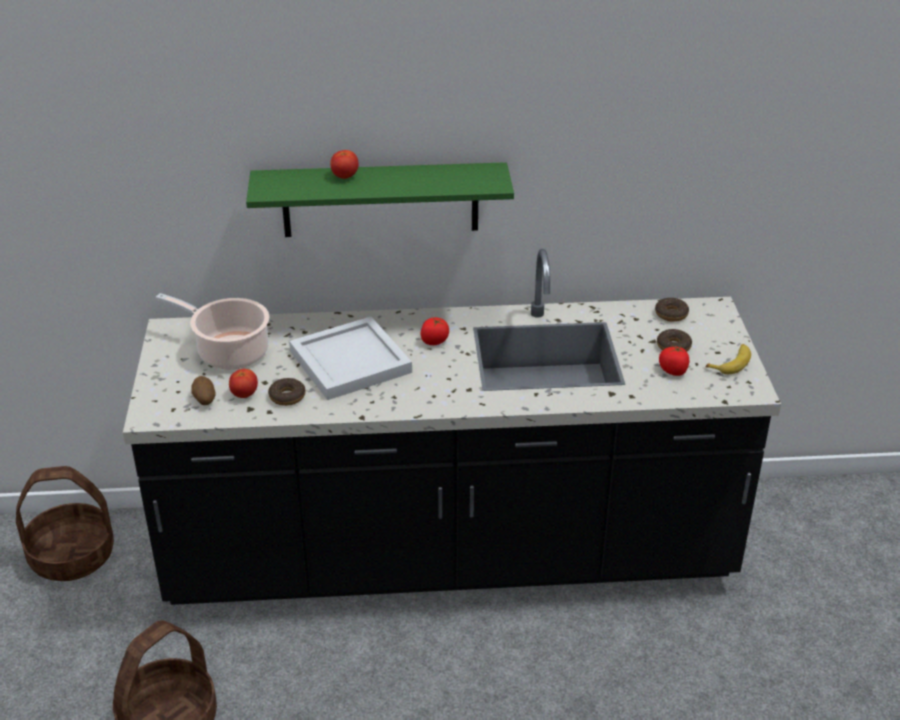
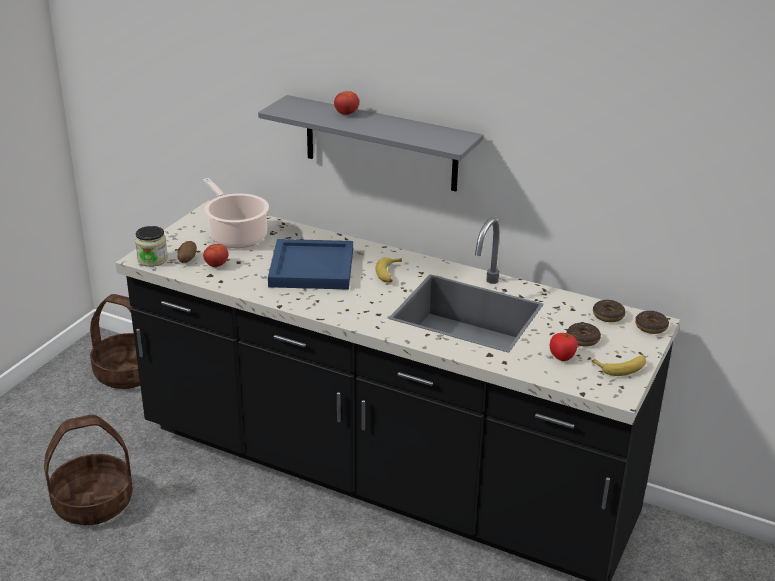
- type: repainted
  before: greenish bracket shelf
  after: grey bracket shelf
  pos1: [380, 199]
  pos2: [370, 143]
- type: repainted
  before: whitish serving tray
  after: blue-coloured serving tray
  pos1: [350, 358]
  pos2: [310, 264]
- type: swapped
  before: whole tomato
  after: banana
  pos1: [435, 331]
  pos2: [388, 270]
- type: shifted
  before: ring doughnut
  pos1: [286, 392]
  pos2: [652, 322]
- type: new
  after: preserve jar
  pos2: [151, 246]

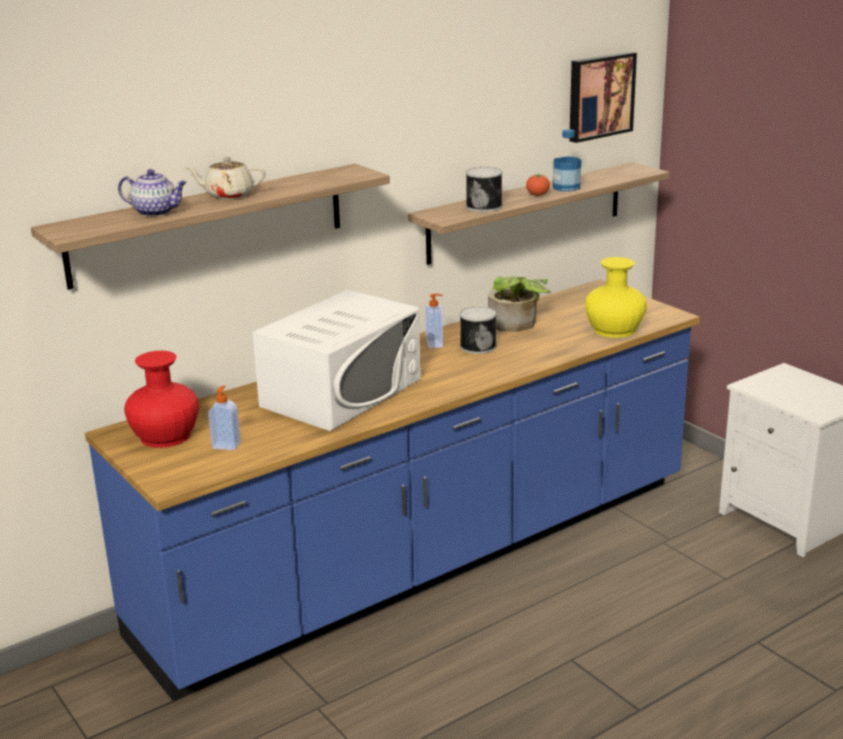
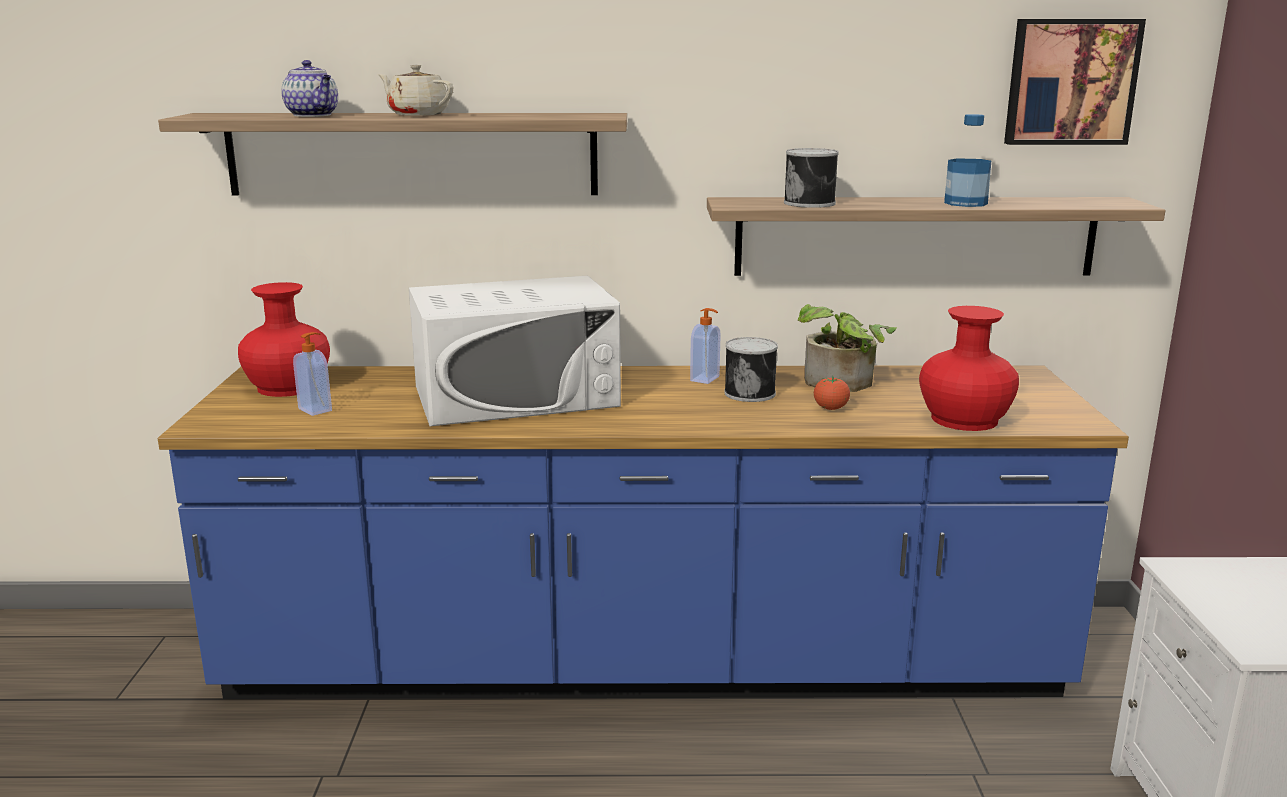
- type: shifted
  before: whole tomato
  pos1: [538, 184]
  pos2: [832, 393]
- type: repainted
  before: yellow-coloured flower vase
  after: reddish flower vase
  pos1: [616, 297]
  pos2: [969, 368]

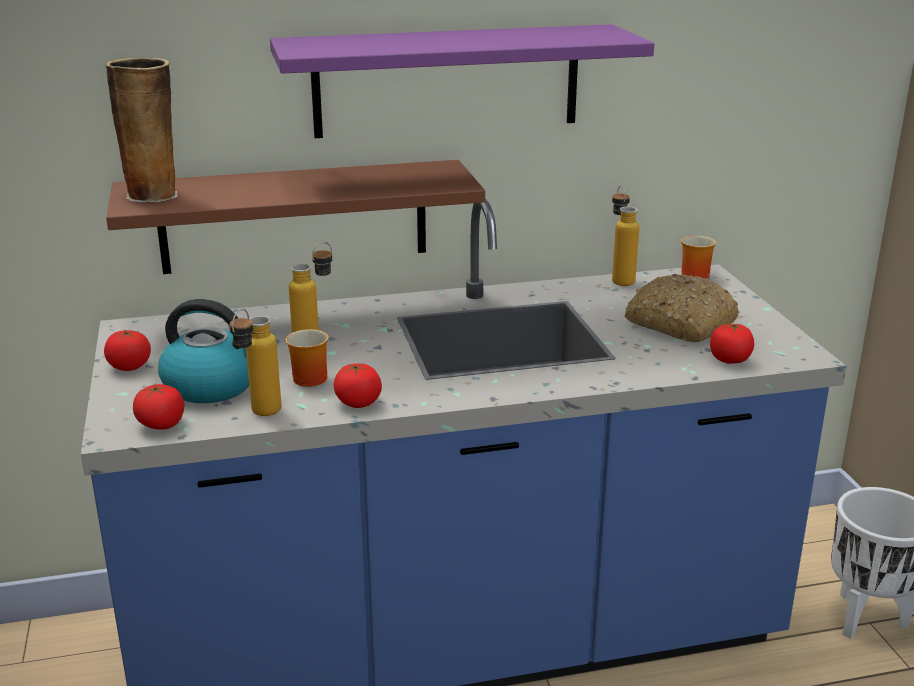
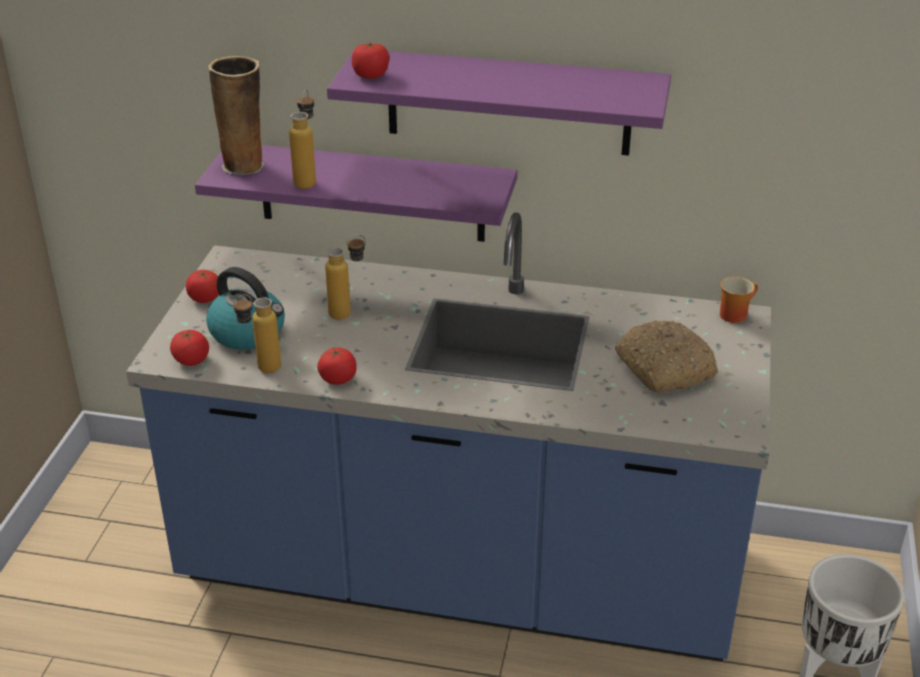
- type: repainted
  before: brownish bracket shelf
  after: purple bracket shelf
  pos1: [295, 217]
  pos2: [356, 193]
- type: shifted
  before: drink bottle
  pos1: [625, 235]
  pos2: [302, 139]
- type: shifted
  before: whole tomato
  pos1: [732, 343]
  pos2: [370, 60]
- type: gone
  before: tea mug
  pos1: [307, 358]

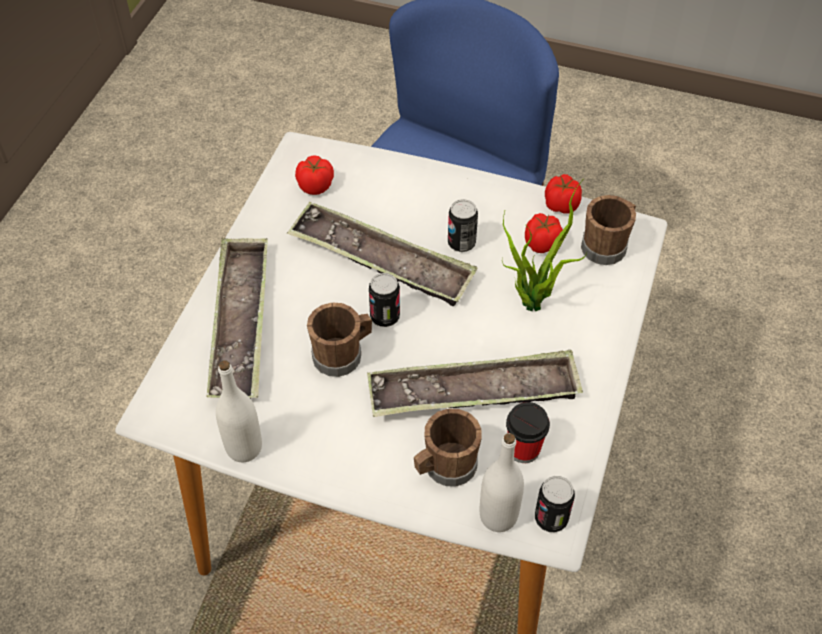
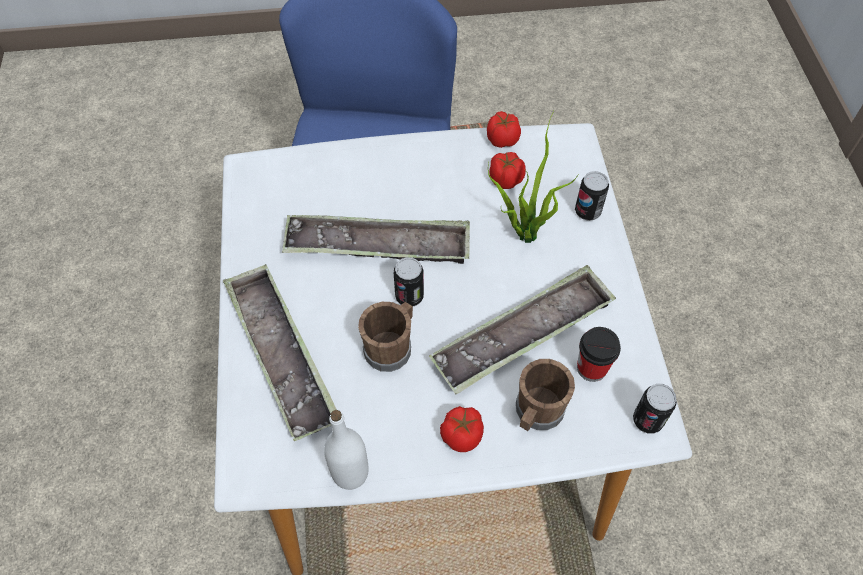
- type: shifted
  before: whole tomato
  pos1: [314, 175]
  pos2: [462, 429]
- type: gone
  before: brownish tea mug
  pos1: [608, 230]
- type: shifted
  before: metal can
  pos1: [463, 225]
  pos2: [592, 196]
- type: gone
  before: whitish drink bottle
  pos1: [502, 482]

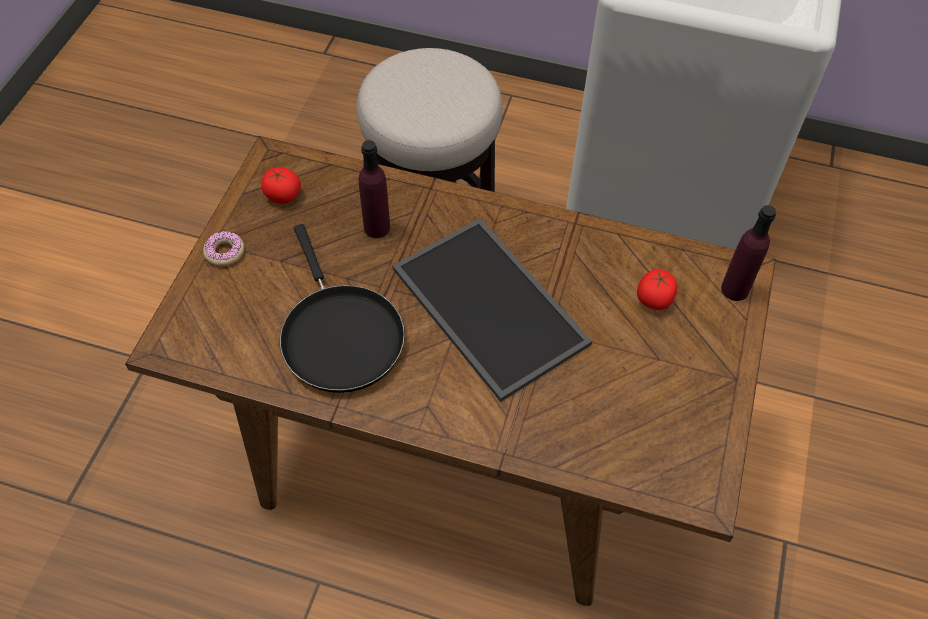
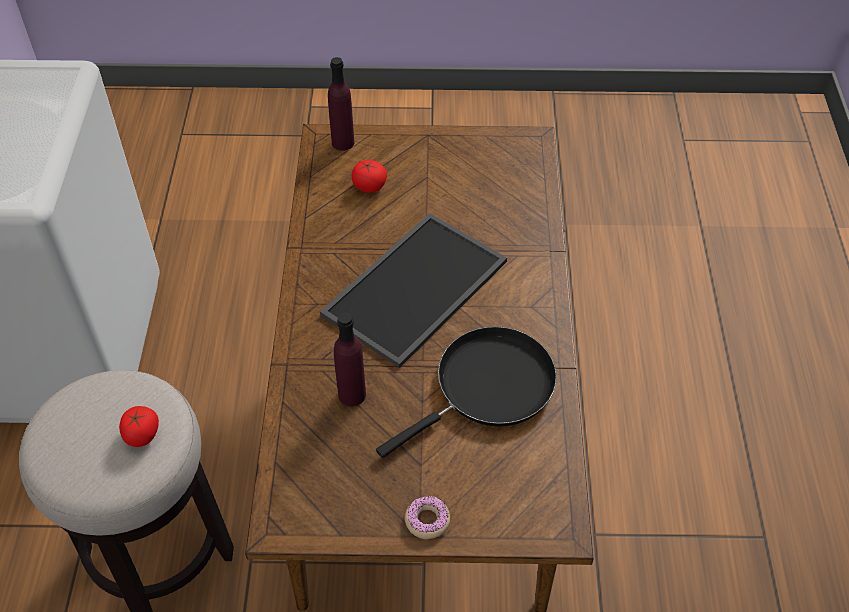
- type: shifted
  before: whole tomato
  pos1: [281, 185]
  pos2: [139, 426]

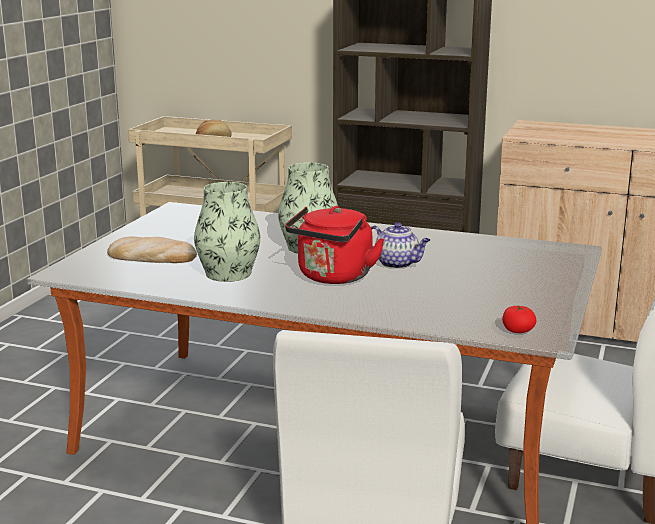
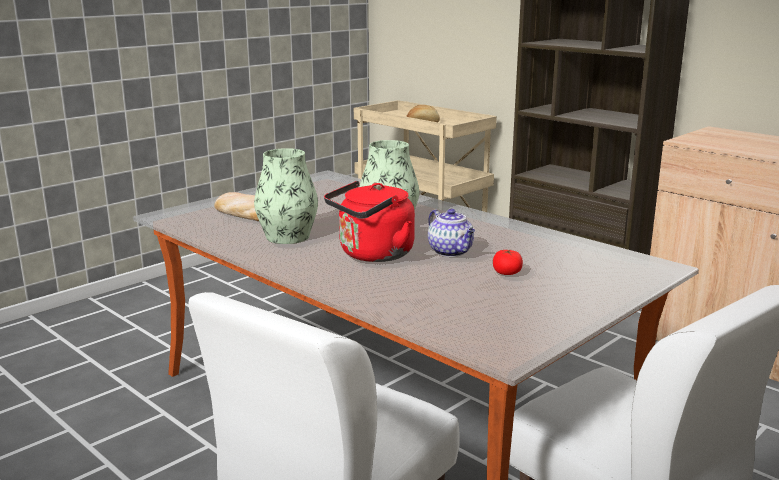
- type: shifted
  before: whole tomato
  pos1: [519, 319]
  pos2: [508, 262]

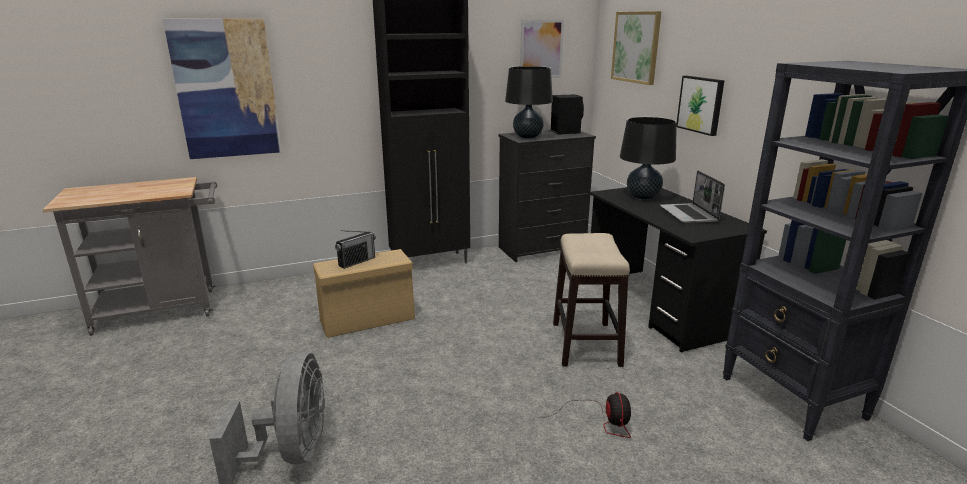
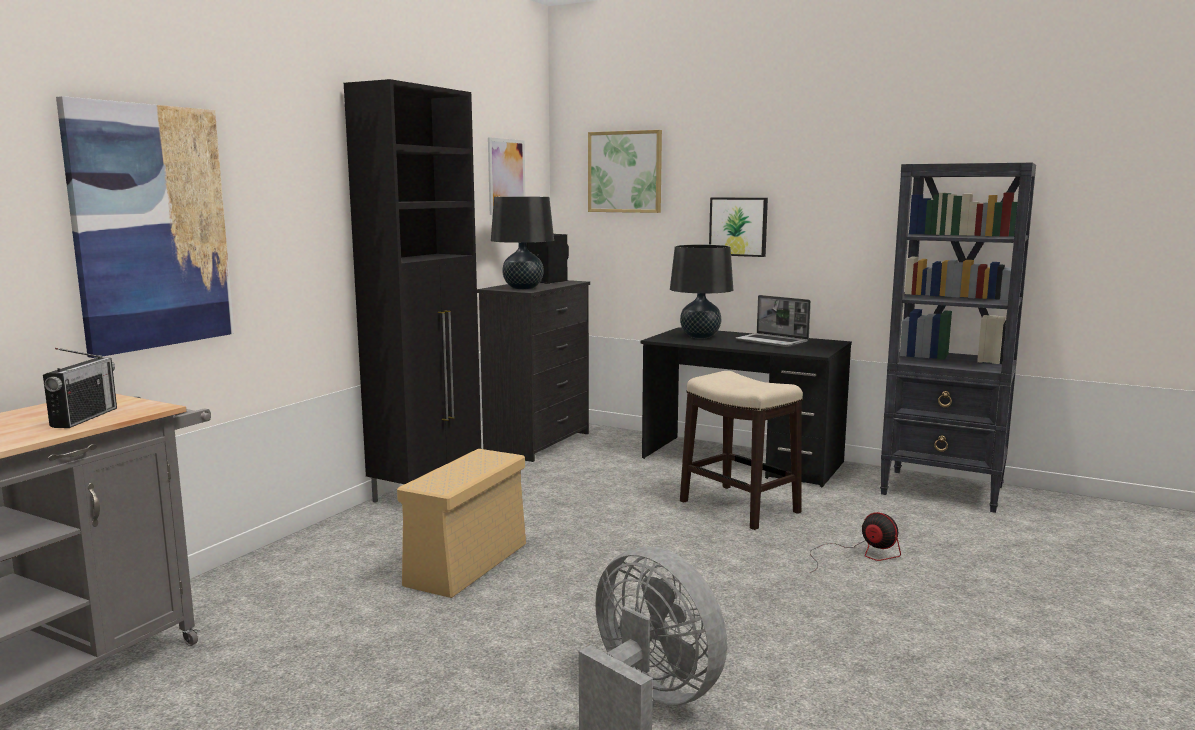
- type: shifted
  before: radio set
  pos1: [355, 249]
  pos2: [80, 388]

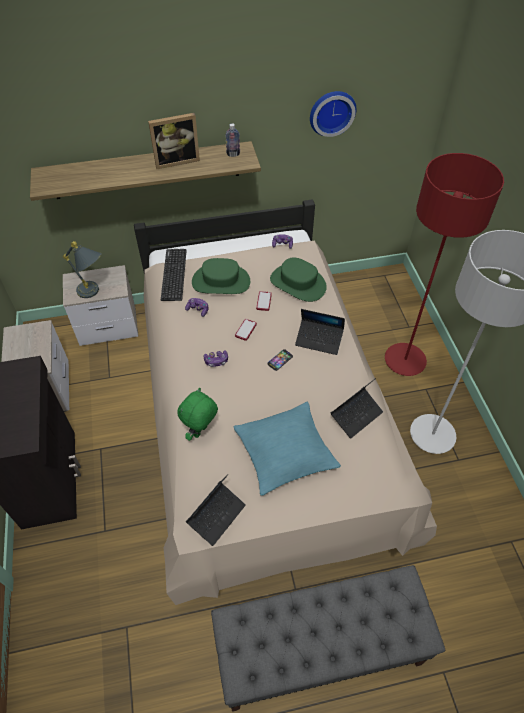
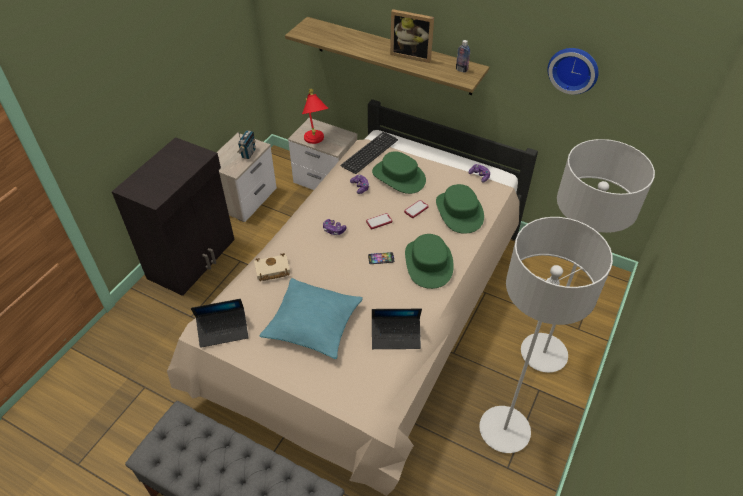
- type: repainted
  before: reddish floor lamp
  after: grey floor lamp
  pos1: [444, 264]
  pos2: [588, 256]
- type: repainted
  before: grey lamp for a table
  after: reddish lamp for a table
  pos1: [82, 269]
  pos2: [315, 116]
- type: swapped
  before: portable computer
  after: greenish clothing hat
  pos1: [320, 332]
  pos2: [429, 261]
- type: swapped
  before: greenish plush toy
  after: beige-coloured bound book
  pos1: [198, 414]
  pos2: [272, 267]
- type: new
  after: radio set
  pos2: [247, 144]

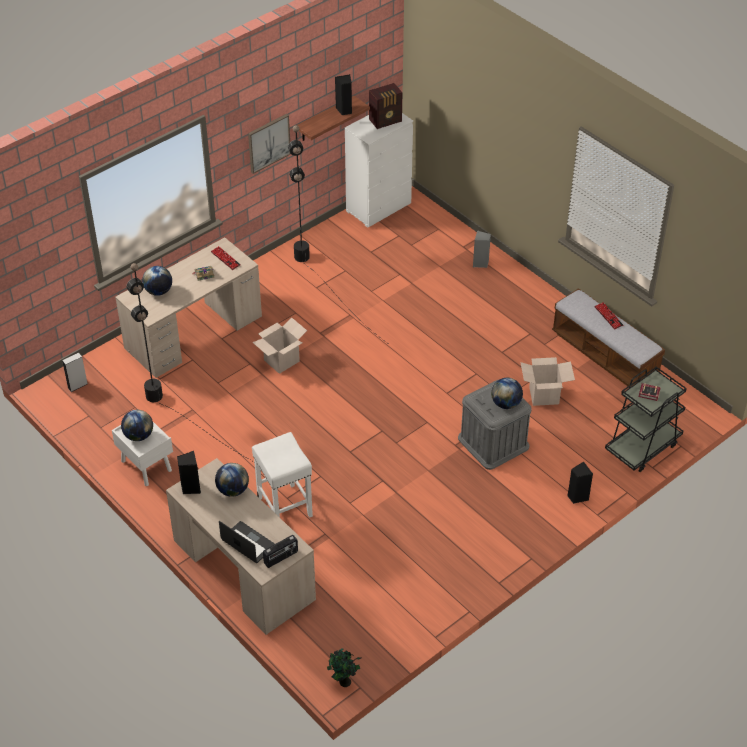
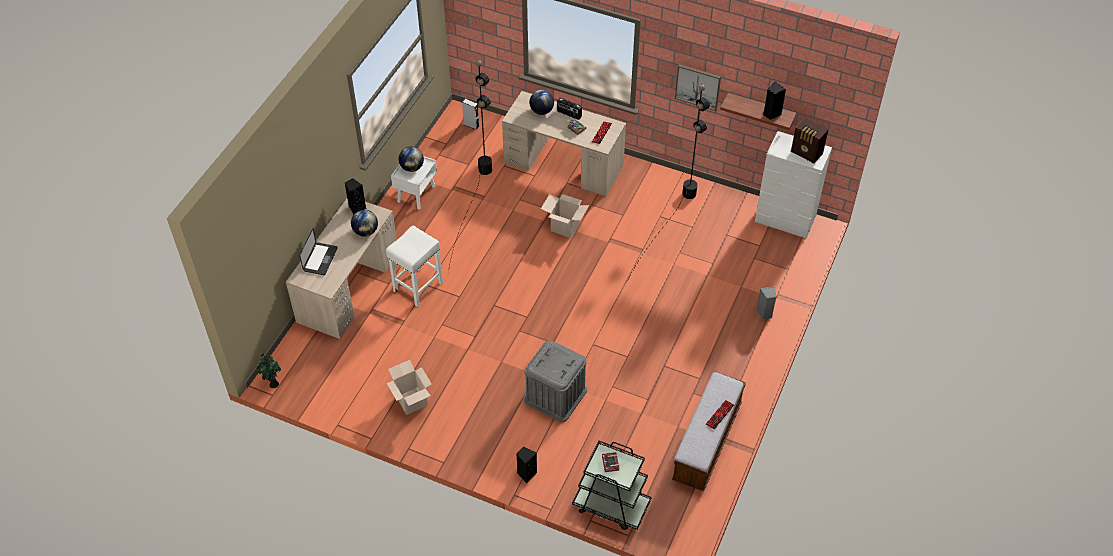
- type: shifted
  before: packing box
  pos1: [547, 381]
  pos2: [409, 387]
- type: gone
  before: desk globe
  pos1: [507, 393]
- type: shifted
  before: radio set
  pos1: [280, 551]
  pos2: [569, 109]

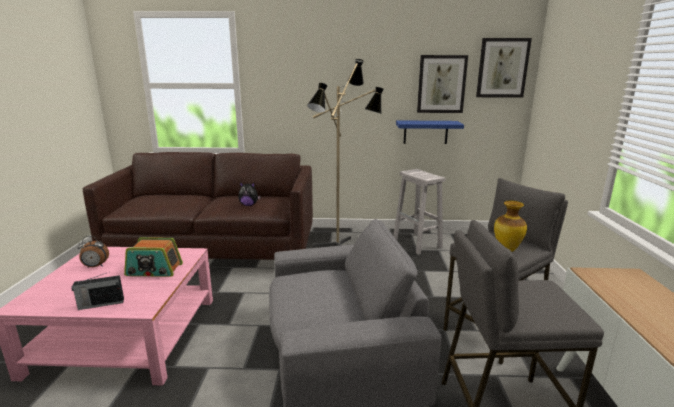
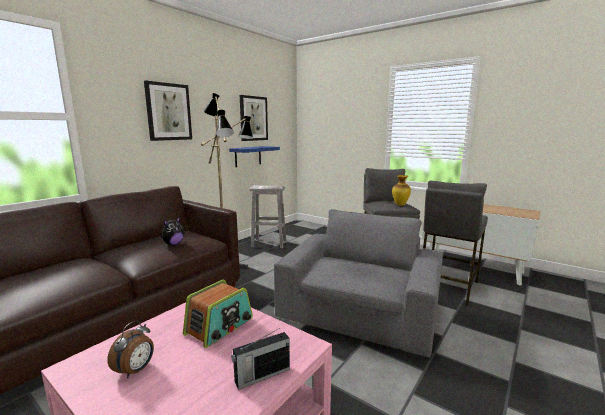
- type: shifted
  before: picture
  pos1: [504, 68]
  pos2: [168, 110]
- type: rotated
  before: radio set
  pos1: [97, 291]
  pos2: [260, 359]
  turn: 45

